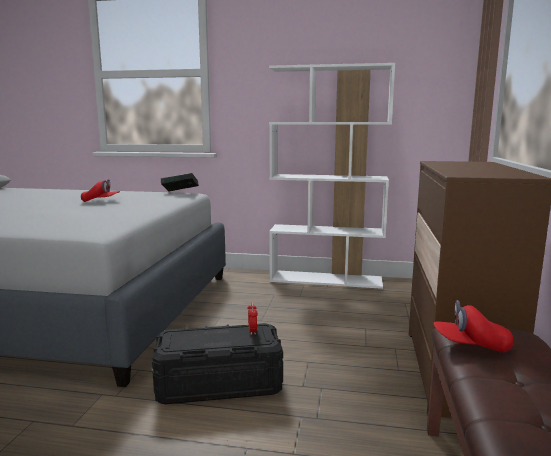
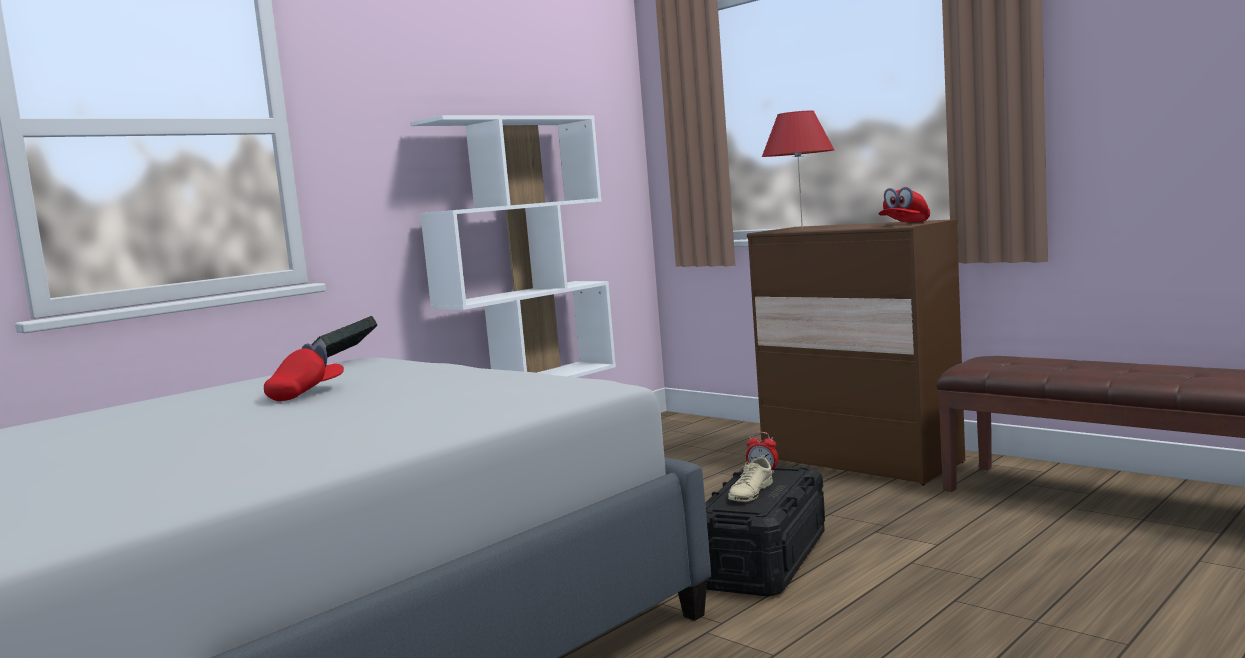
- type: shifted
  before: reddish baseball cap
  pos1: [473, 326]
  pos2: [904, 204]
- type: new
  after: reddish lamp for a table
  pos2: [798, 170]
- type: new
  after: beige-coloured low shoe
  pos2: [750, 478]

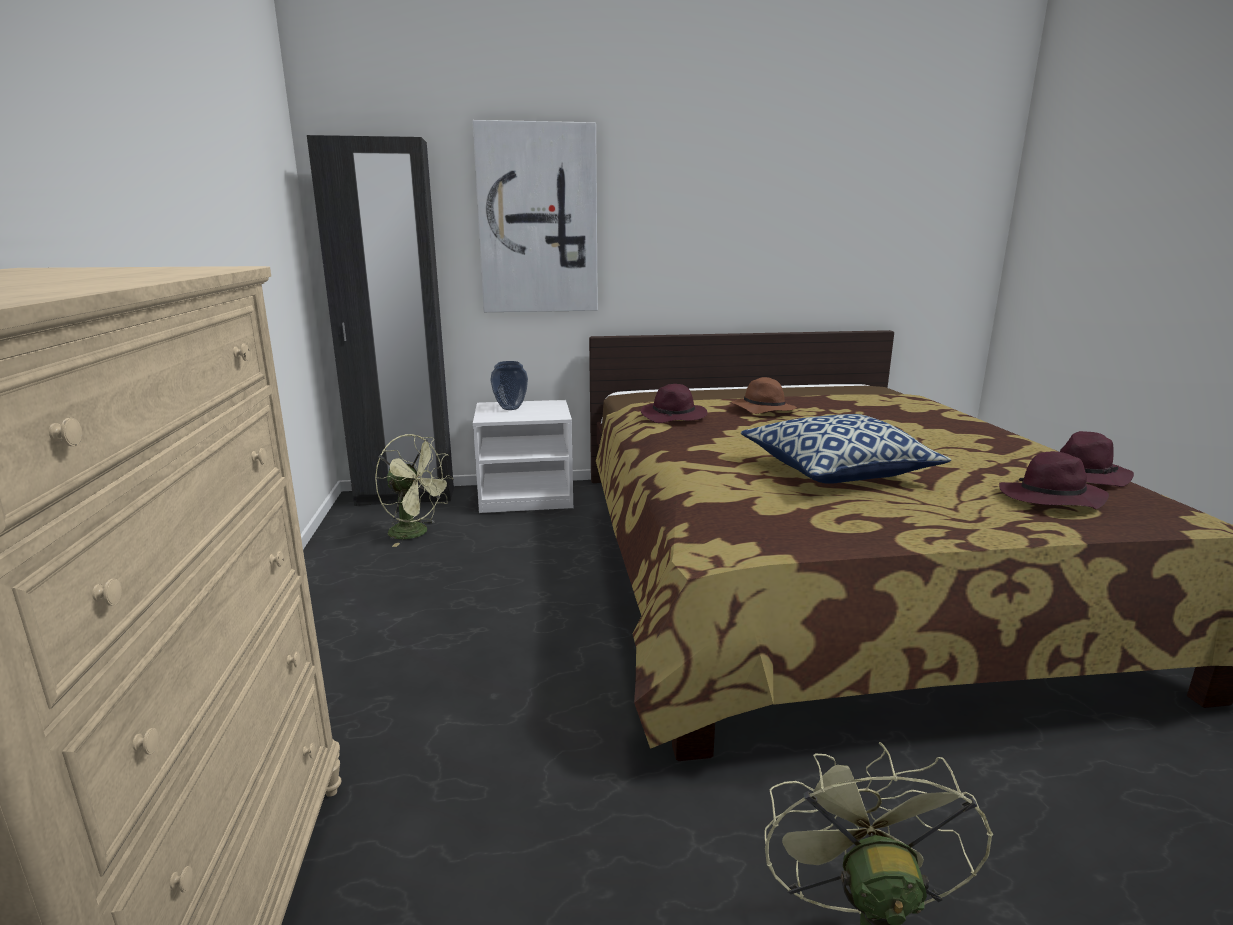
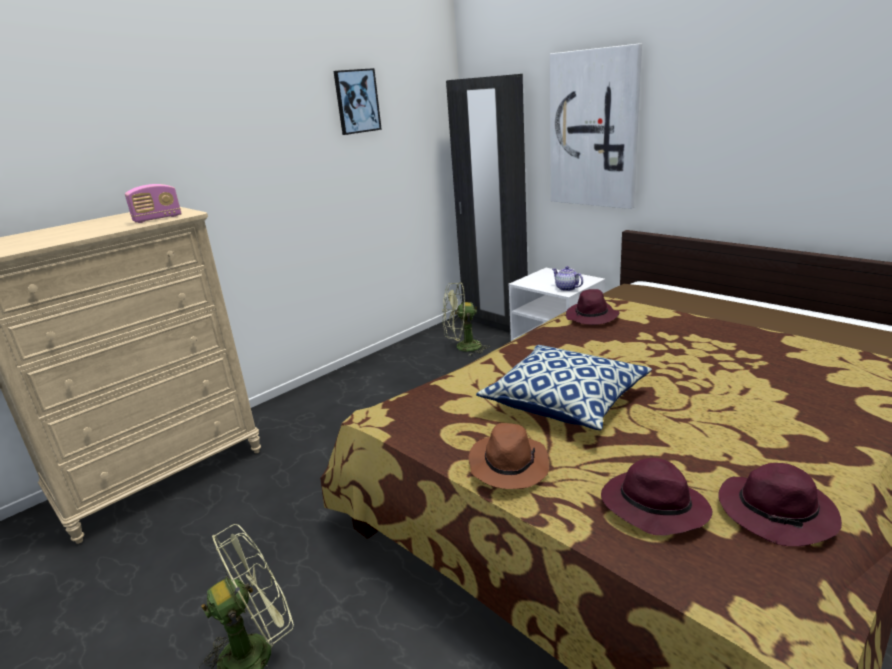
- type: gone
  before: flower vase
  pos1: [509, 385]
- type: shifted
  before: brownish clothing hat
  pos1: [764, 395]
  pos2: [509, 456]
- type: rotated
  before: greenish cooling fan
  pos1: [414, 490]
  pos2: [466, 319]
  turn: 90
- type: new
  after: picture
  pos2: [358, 101]
- type: new
  after: radio set
  pos2: [153, 203]
- type: new
  after: teapot
  pos2: [567, 278]

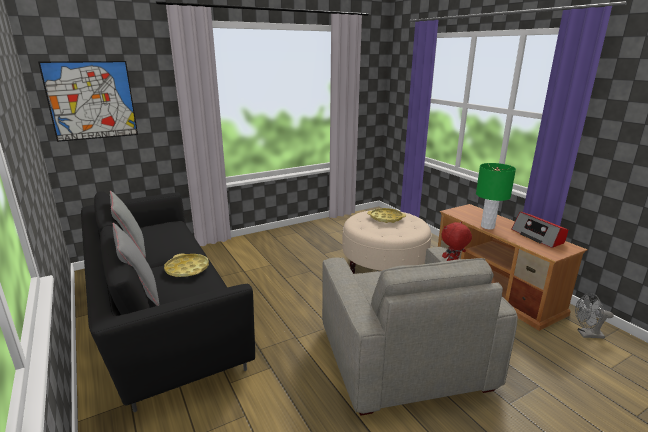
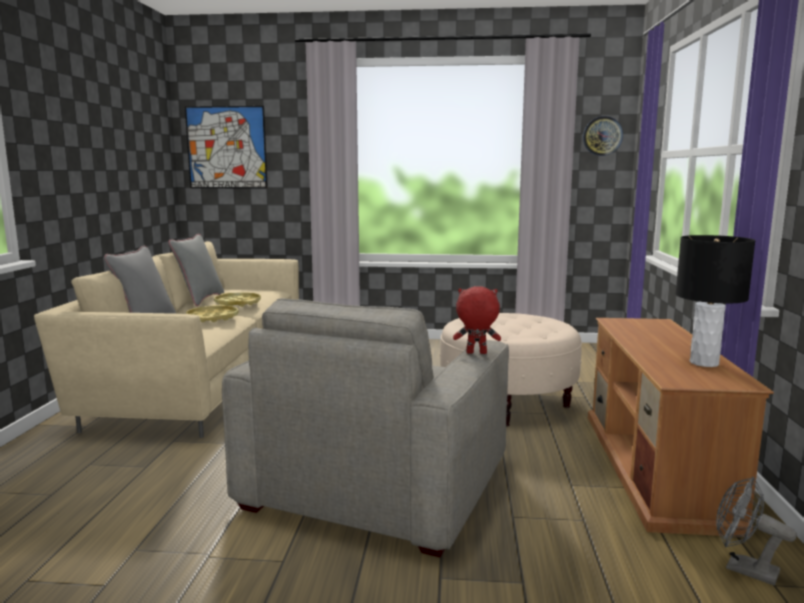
- type: gone
  before: greenish lamp for a table
  pos1: [496, 196]
- type: repainted
  before: black-coloured couch
  after: beige-coloured couch
  pos1: [168, 301]
  pos2: [166, 339]
- type: shifted
  before: yellow-coloured serving tray
  pos1: [386, 215]
  pos2: [237, 299]
- type: swapped
  before: radio set
  after: black-coloured lamp for a table
  pos1: [539, 230]
  pos2: [715, 301]
- type: new
  after: hanging clock
  pos2: [603, 136]

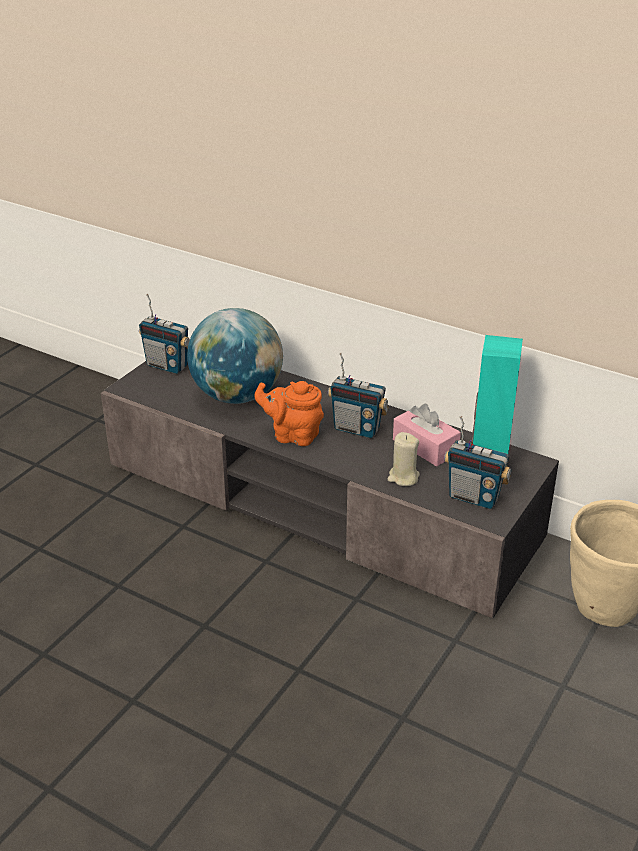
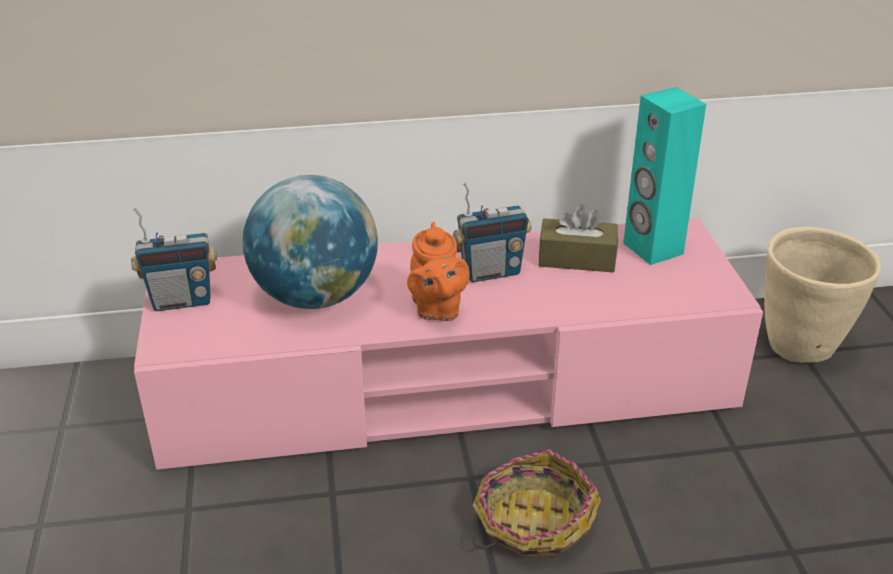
- type: repainted
  before: grey tv stand
  after: pink-coloured tv stand
  pos1: [330, 489]
  pos2: [448, 344]
- type: rotated
  before: orange-coloured teapot
  pos1: [289, 413]
  pos2: [438, 271]
  turn: -75
- type: repainted
  before: pink-coloured tissue box
  after: brownish tissue box
  pos1: [427, 435]
  pos2: [578, 238]
- type: gone
  before: radio set
  pos1: [477, 462]
- type: gone
  before: beige-coloured wax candle
  pos1: [404, 459]
- type: new
  after: household basket
  pos2: [537, 504]

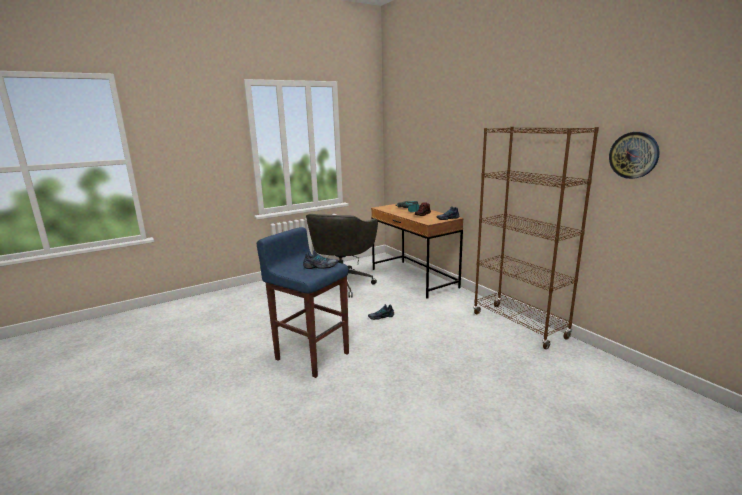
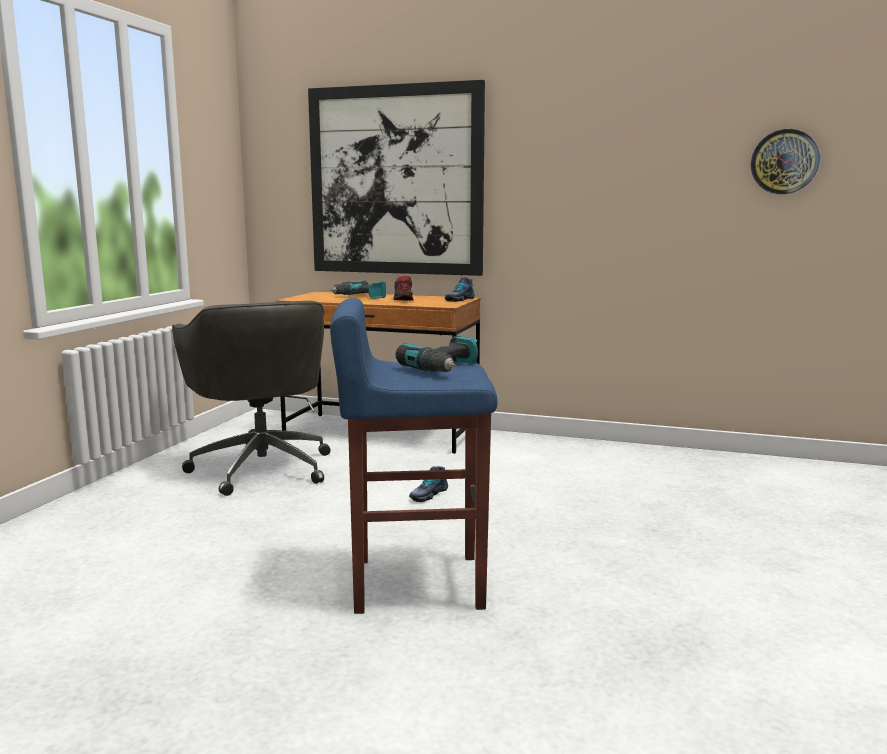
- type: gone
  before: brownish bookshelf
  pos1: [536, 238]
- type: swapped
  before: low shoe
  after: power drill
  pos1: [320, 260]
  pos2: [437, 354]
- type: new
  after: picture
  pos2: [396, 178]

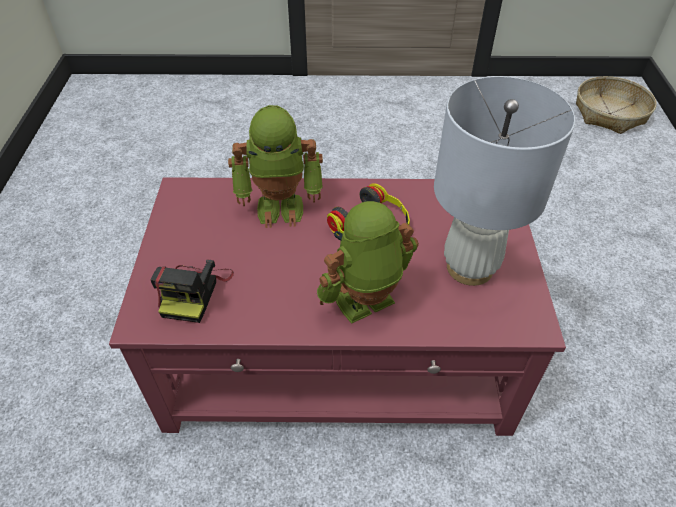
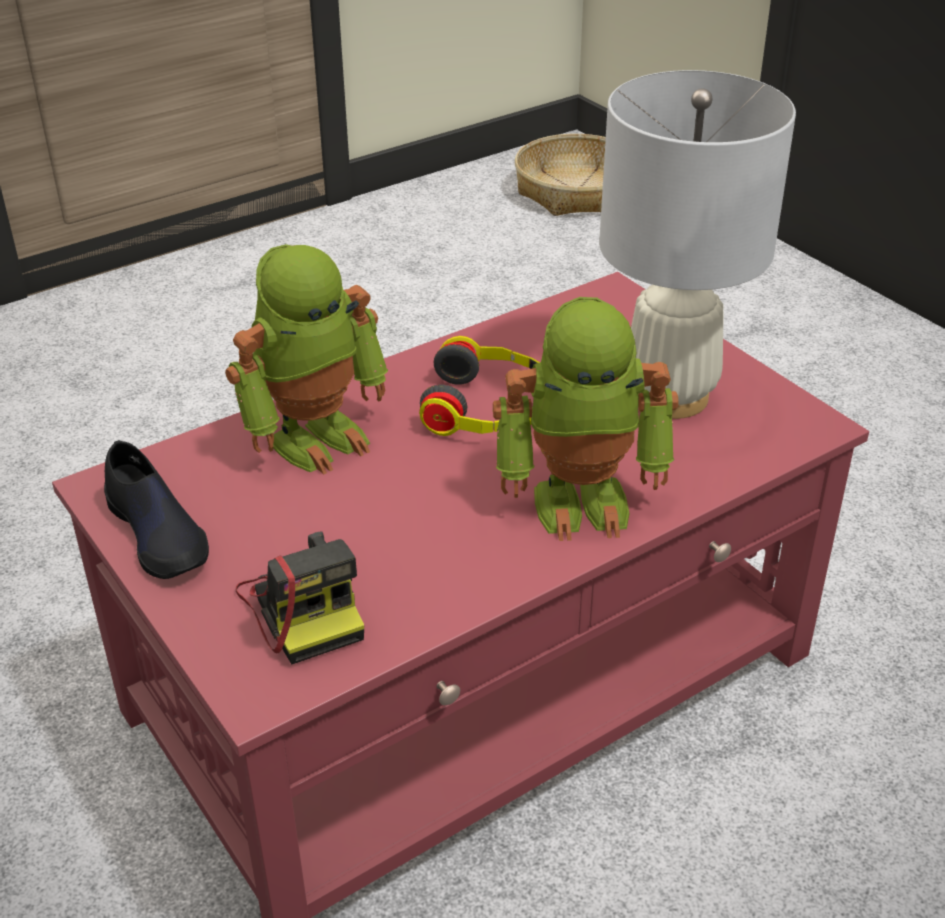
- type: rotated
  before: robot figure
  pos1: [368, 262]
  pos2: [585, 419]
  turn: -120
- type: new
  after: black-coloured low shoe
  pos2: [156, 509]

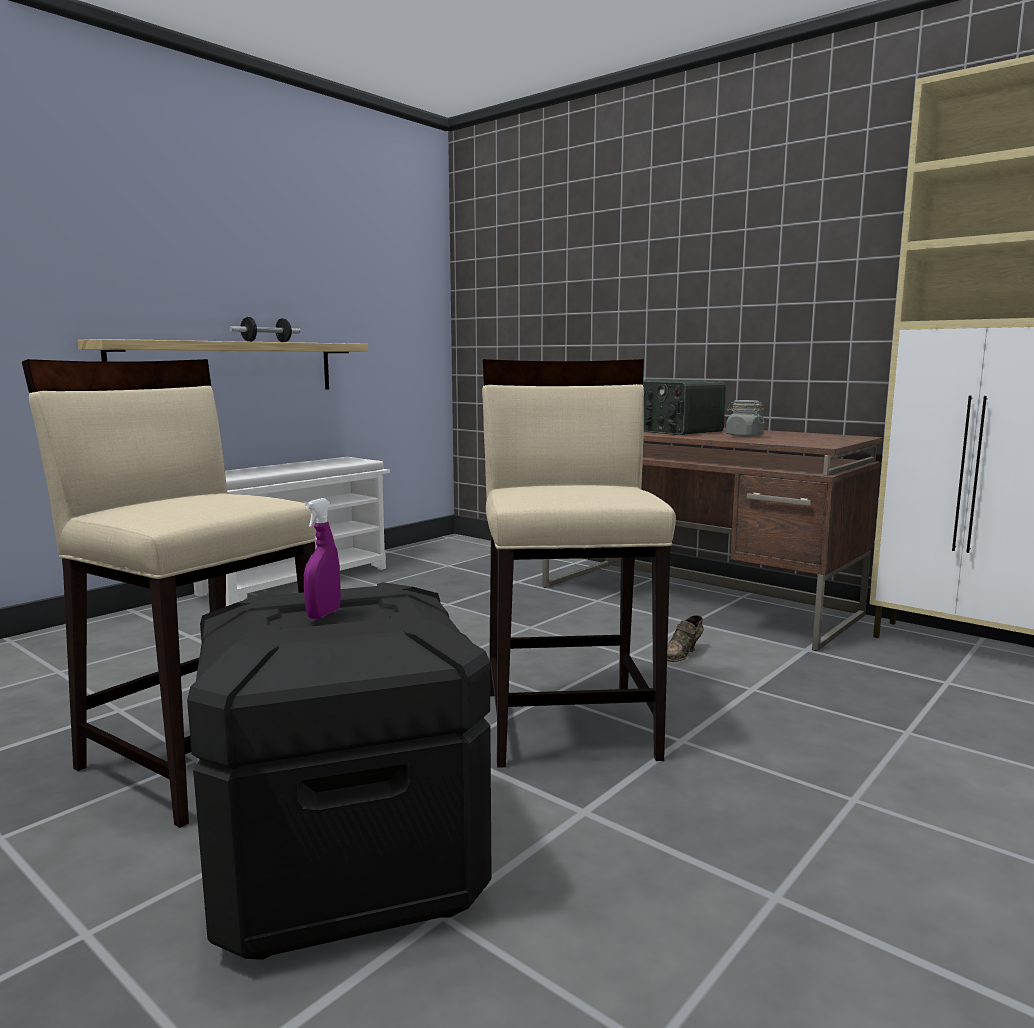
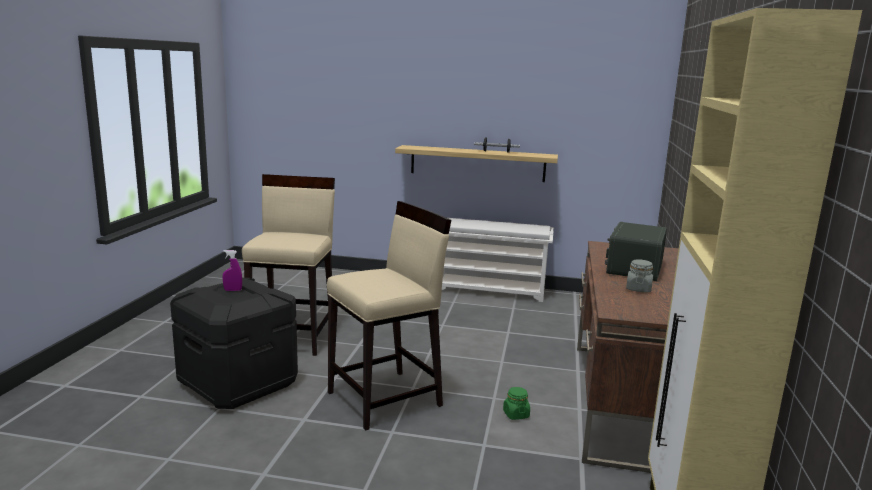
- type: swapped
  before: brownish low shoe
  after: greenish preserve jar
  pos1: [685, 638]
  pos2: [516, 403]

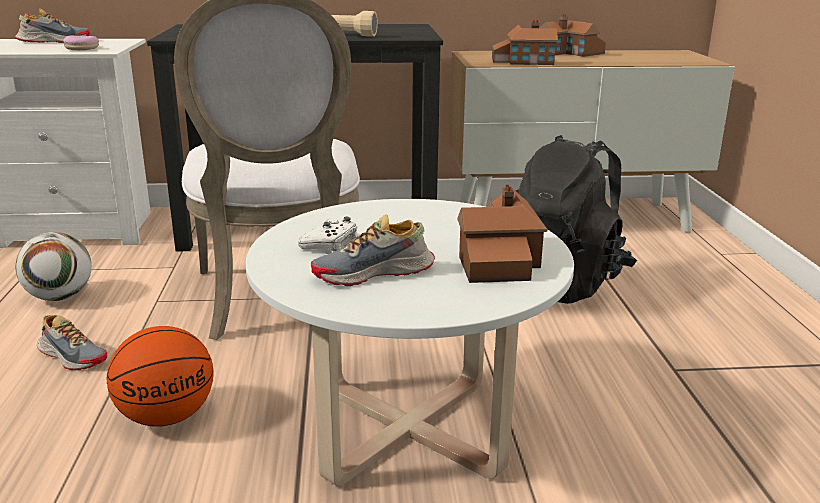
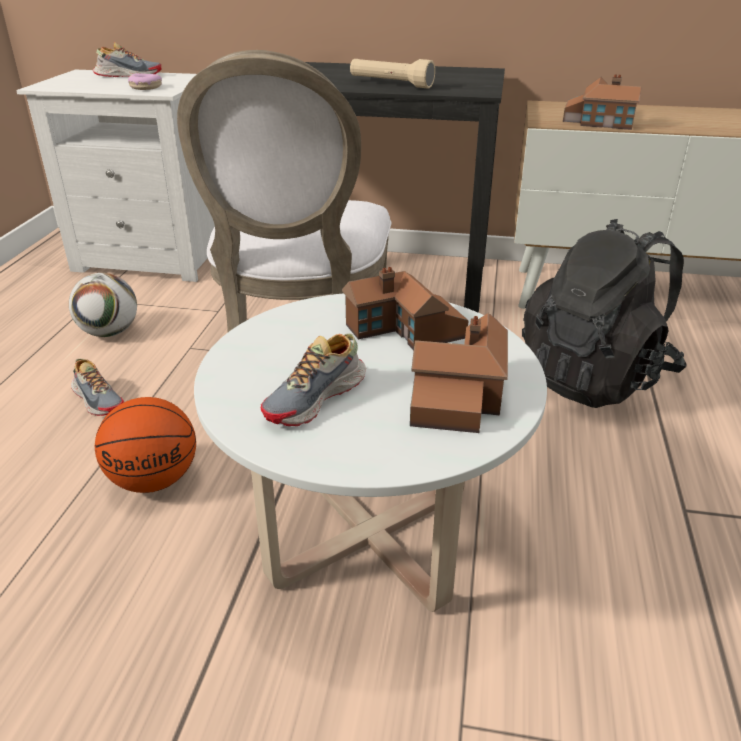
- type: shifted
  before: miniature house
  pos1: [573, 35]
  pos2: [405, 308]
- type: rotated
  before: low shoe
  pos1: [373, 250]
  pos2: [313, 379]
  turn: -45
- type: gone
  before: whitish gamepad
  pos1: [327, 234]

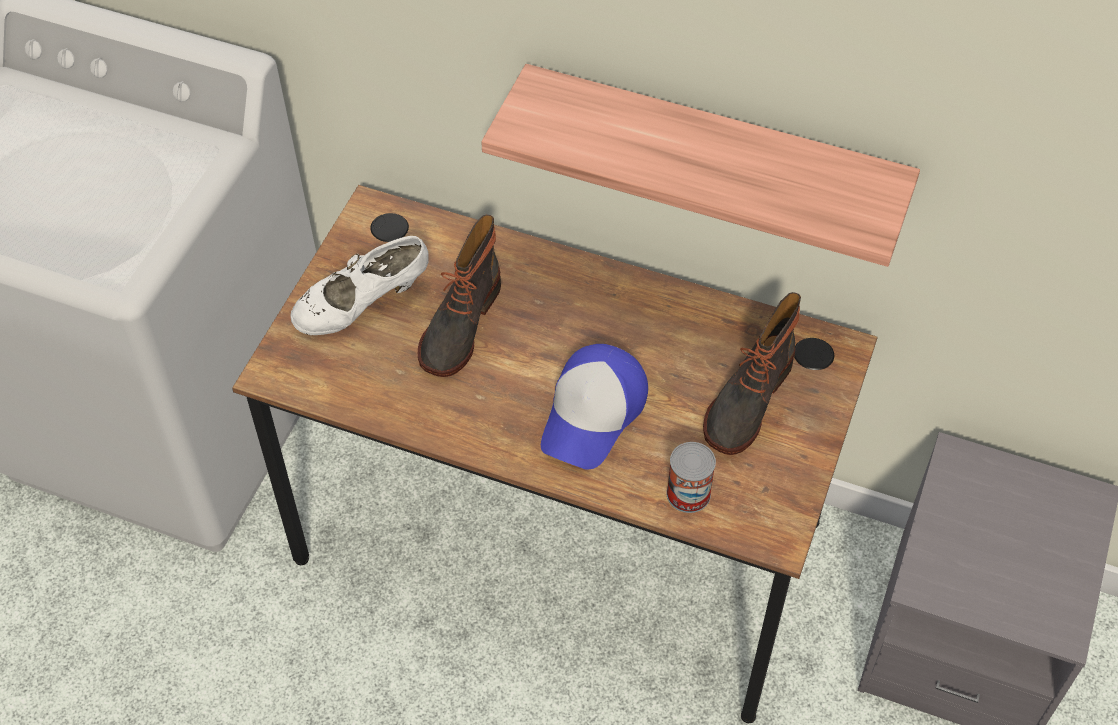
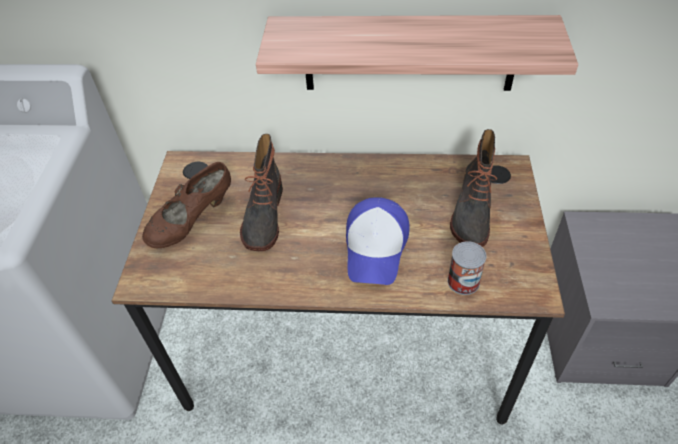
- type: repainted
  before: whitish low shoe
  after: brownish low shoe
  pos1: [359, 285]
  pos2: [186, 205]

